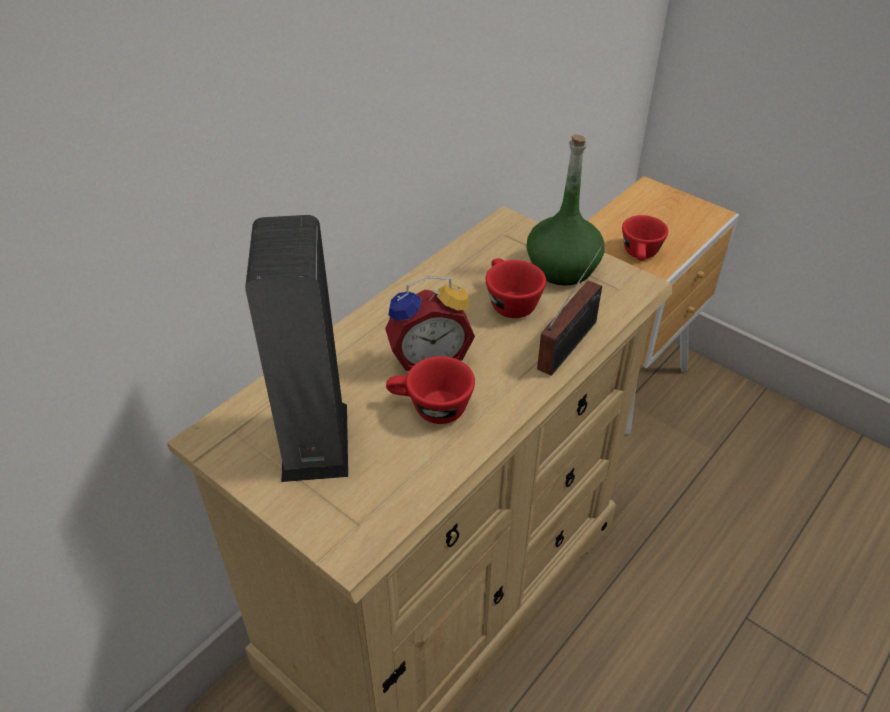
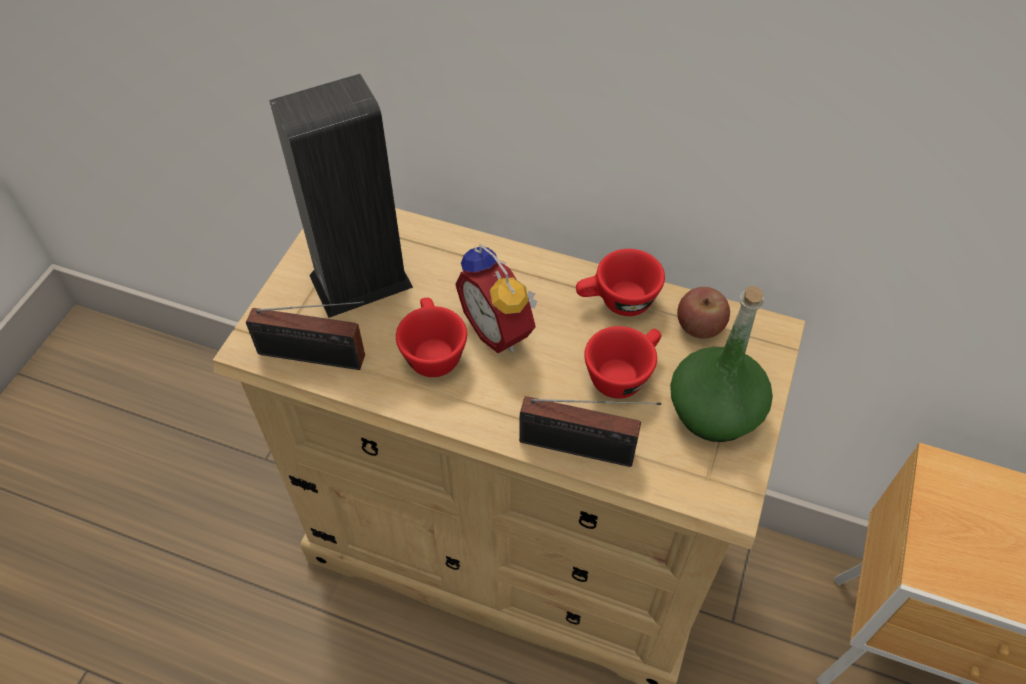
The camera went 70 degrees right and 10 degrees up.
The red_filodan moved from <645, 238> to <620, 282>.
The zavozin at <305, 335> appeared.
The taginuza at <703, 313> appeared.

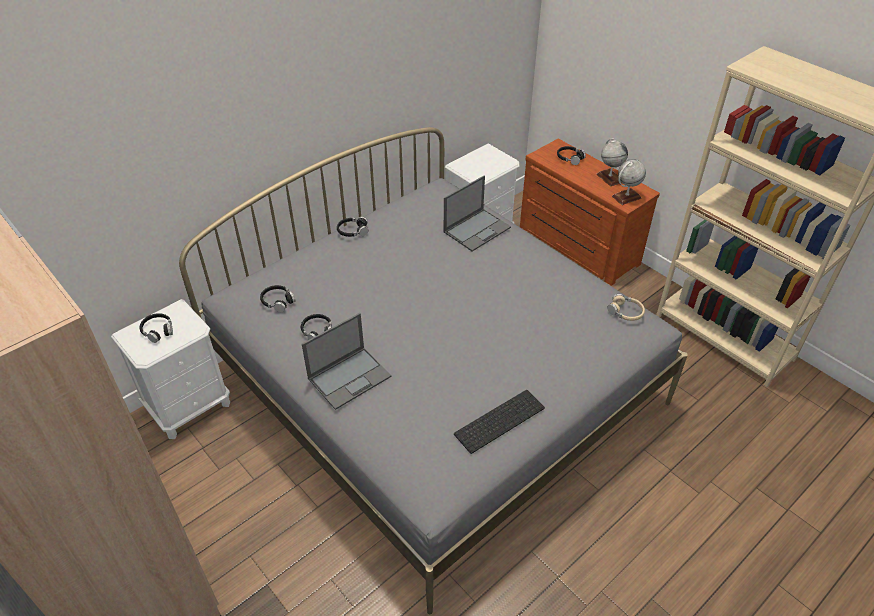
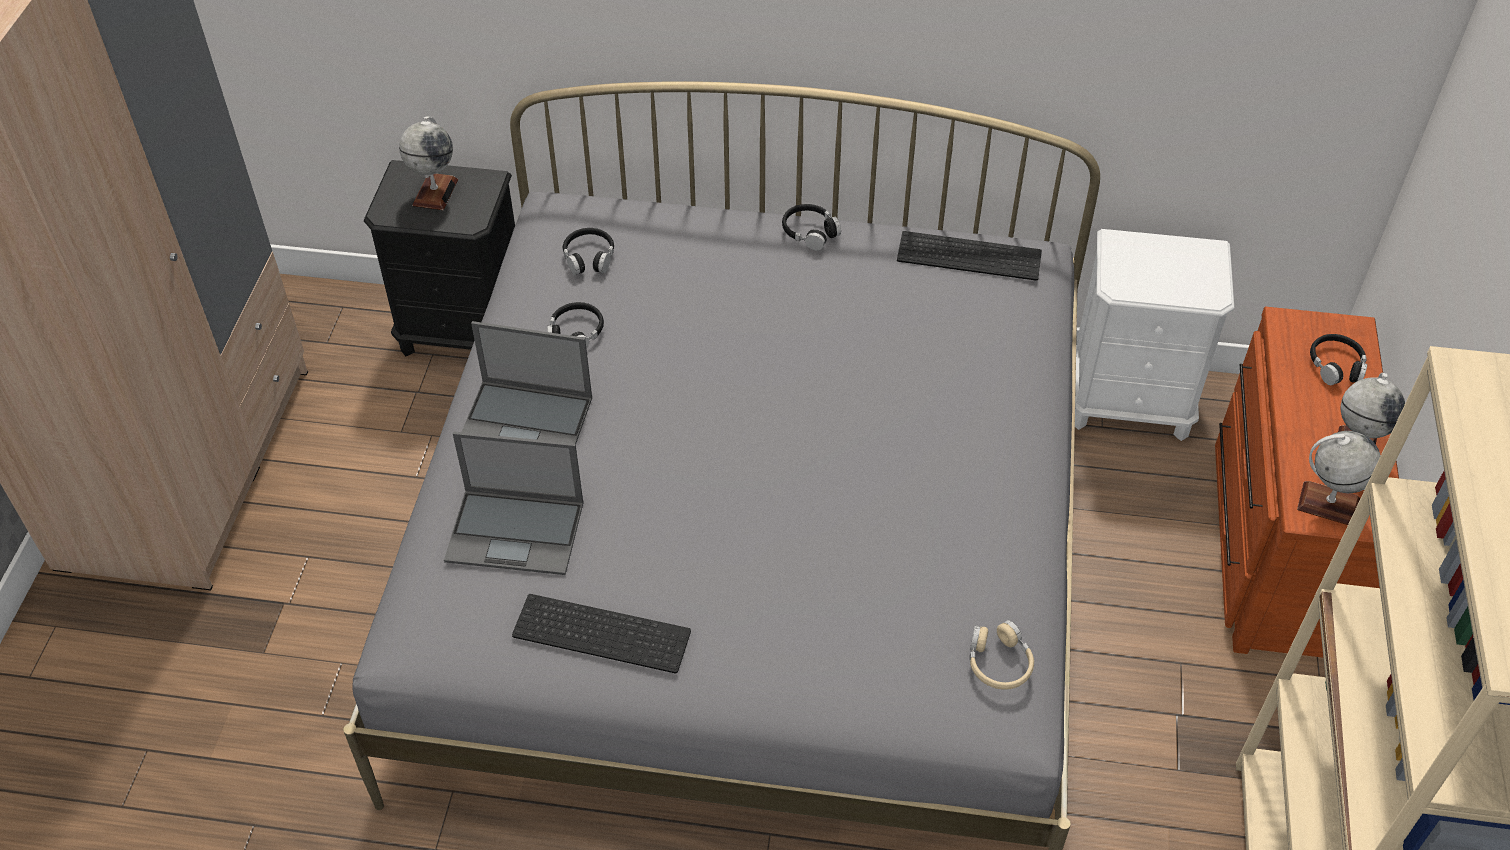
The camera went 50 degrees right and 5 degrees up.
The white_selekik at <170, 369> became the black_selekik at <439, 258>.
The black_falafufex at <156, 328> was replaced by the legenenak at <428, 163>.
The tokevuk moved from <477, 213> to <514, 503>.
The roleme at <969, 256> appeared.

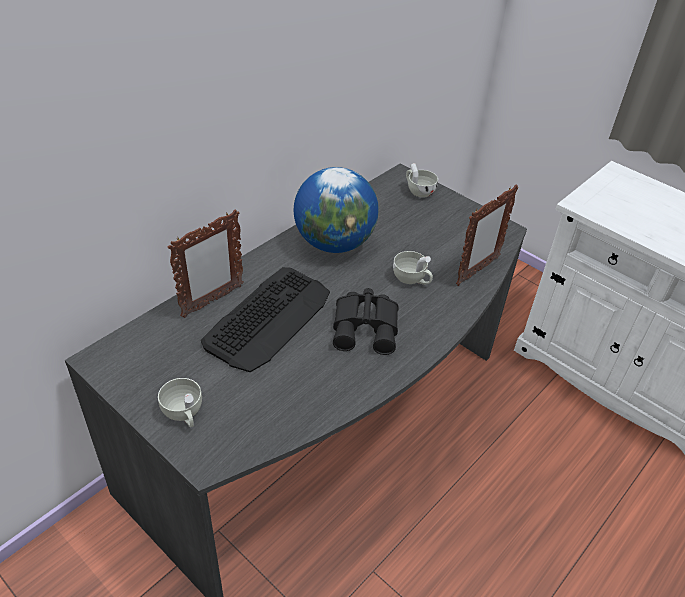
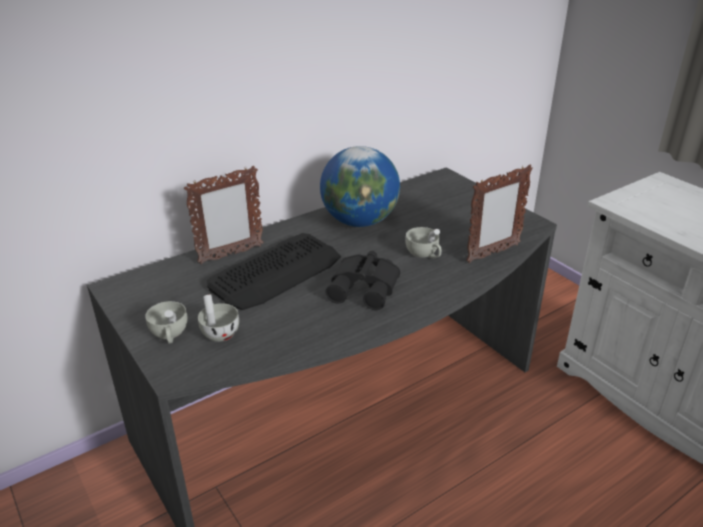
The camera went 15 degrees right and 10 degrees down.
The white_filodan moved from <422, 180> to <218, 318>.

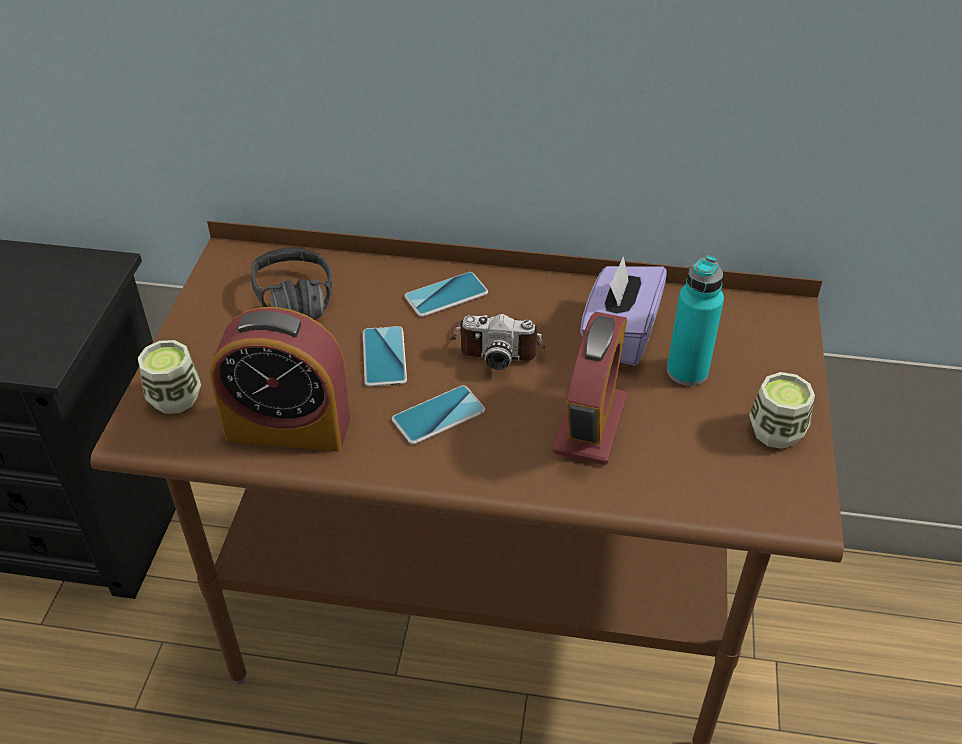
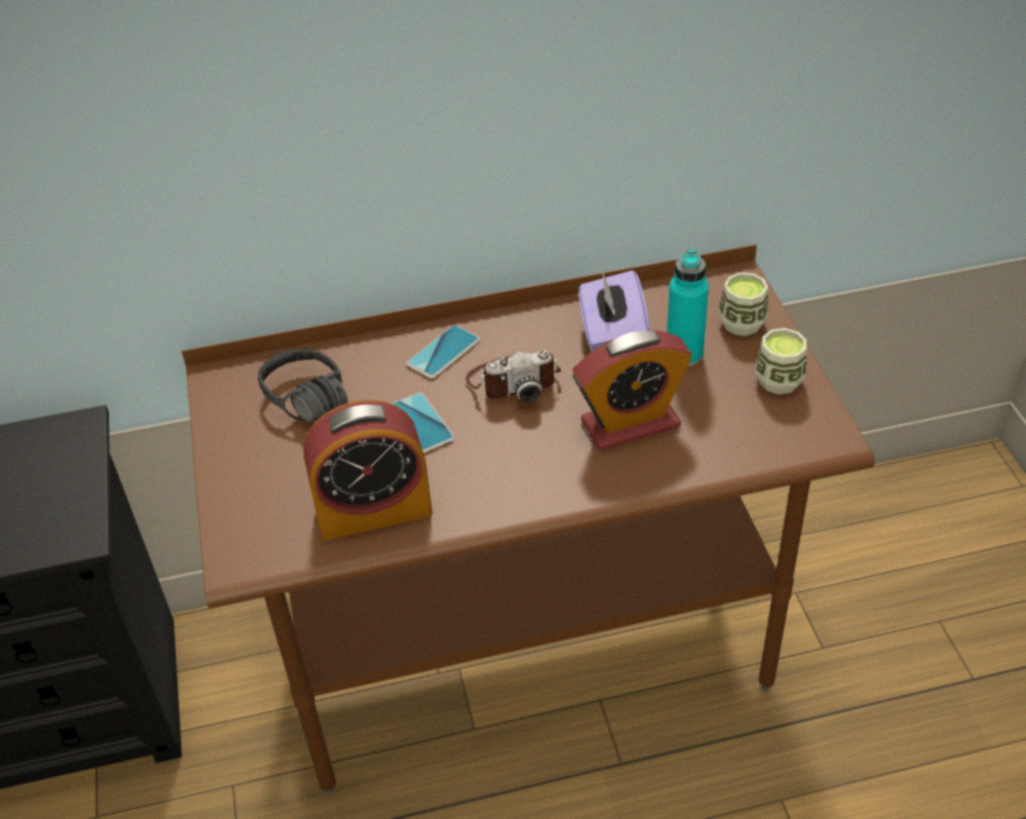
The camera went 20 degrees left and 0 degrees up.
The filodan moved from <169, 377> to <743, 304>.
The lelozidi at <438, 414> disappeared.
The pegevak at <590, 388> turned 75 degrees clockwise.

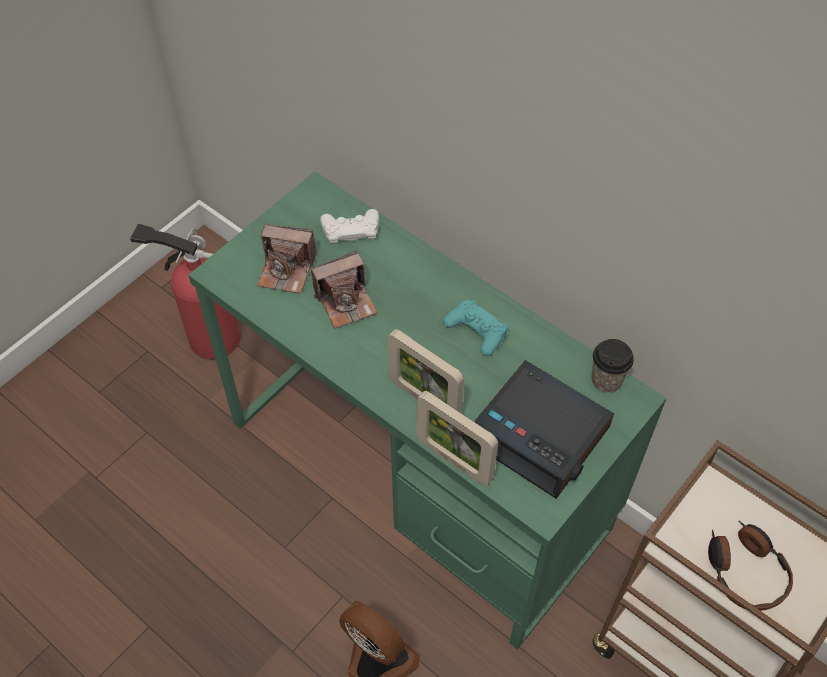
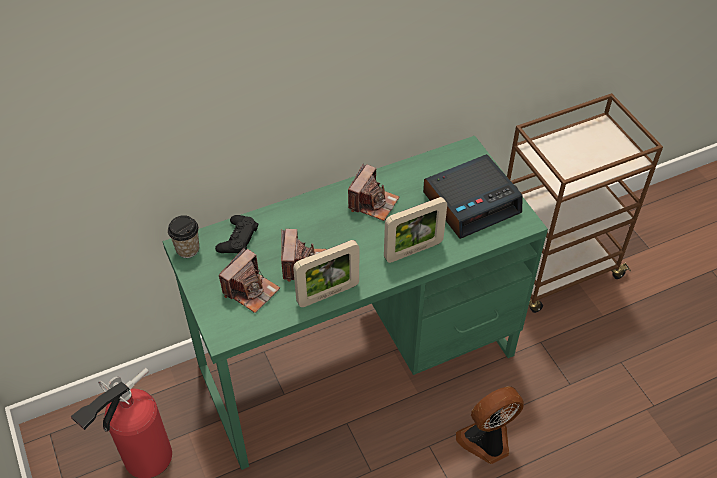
The camera went 65 degrees left and 5 degrees down.
The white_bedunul at <349, 226> became the black_bedunul at <237, 234>.
The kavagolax moved from <457, 438> to <326, 273>.
The turquoise_bedunul at <476, 328> was replaced by the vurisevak at <373, 192>.
The filodan moved from <613, 366> to <183, 236>.
The falafufex at <750, 565> disappeared.

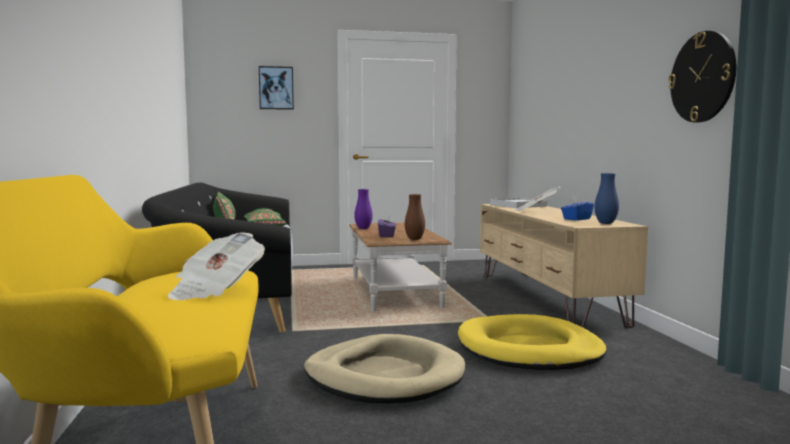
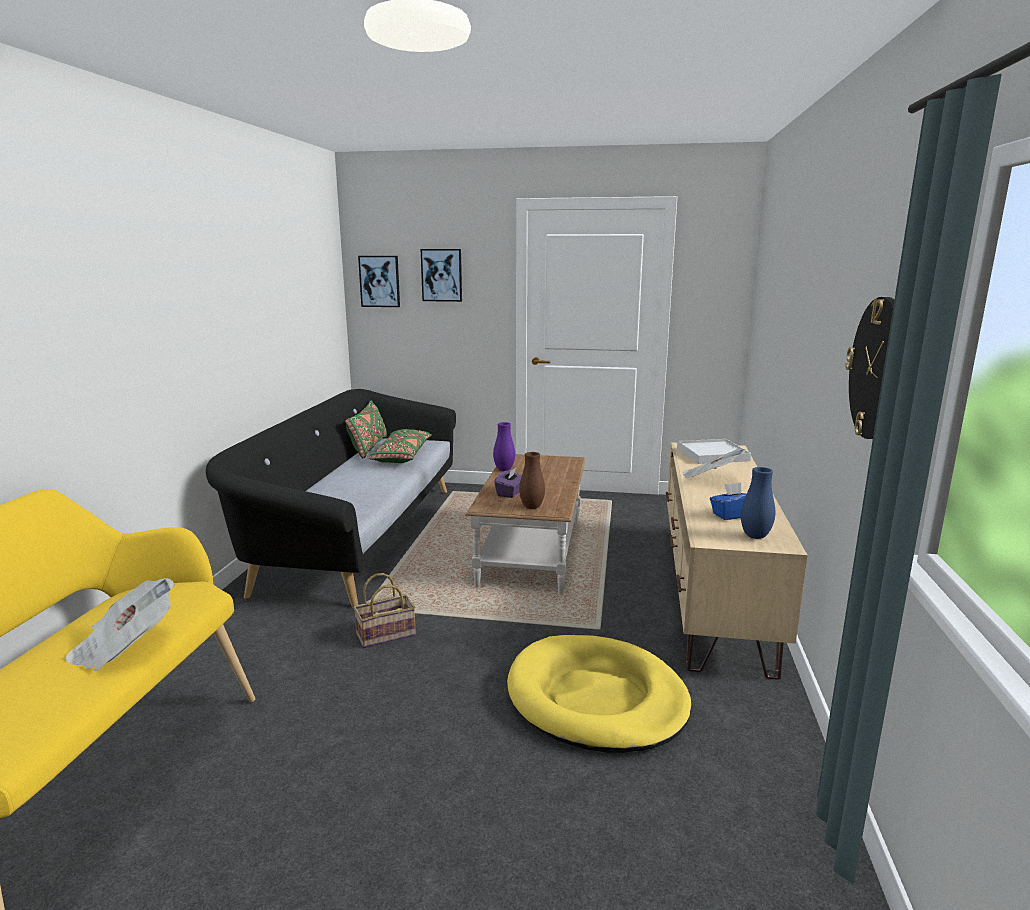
The camera went 20 degrees right and 10 degrees up.
The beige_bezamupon at <384, 369> disappeared.
The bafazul at <384, 610> appeared.
The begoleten at <379, 281> appeared.

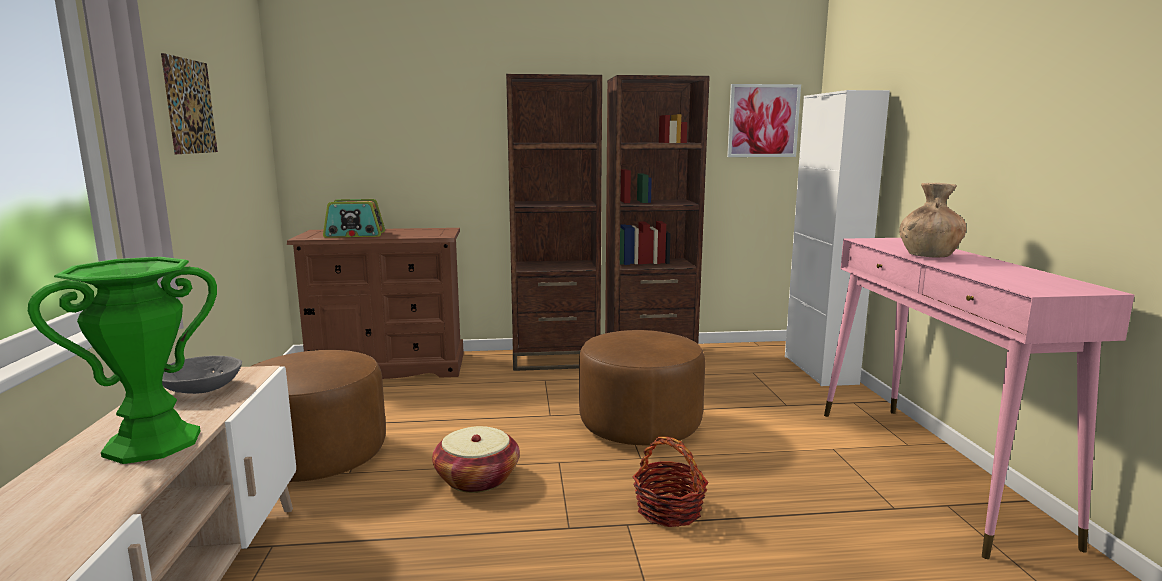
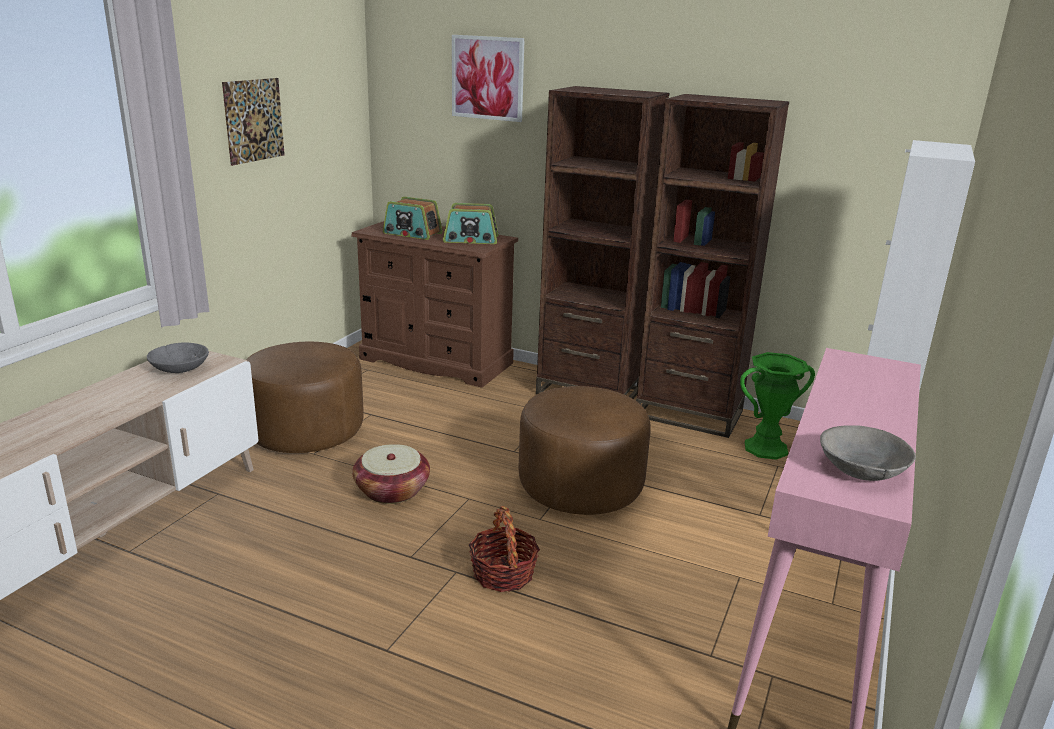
The camera went 30 degrees right and 10 degrees up.
The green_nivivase moved from <122, 360> to <777, 406>.
The begoleten moved from <764, 120> to <488, 78>.
The brown_nivivase at <932, 220> disappeared.
The zavozin at <470, 223> appeared.
The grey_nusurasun at <868, 453> appeared.

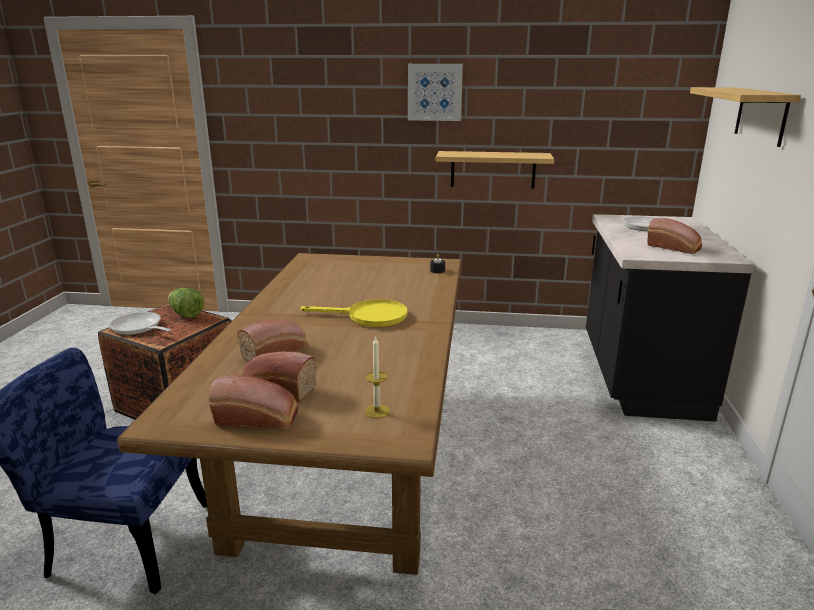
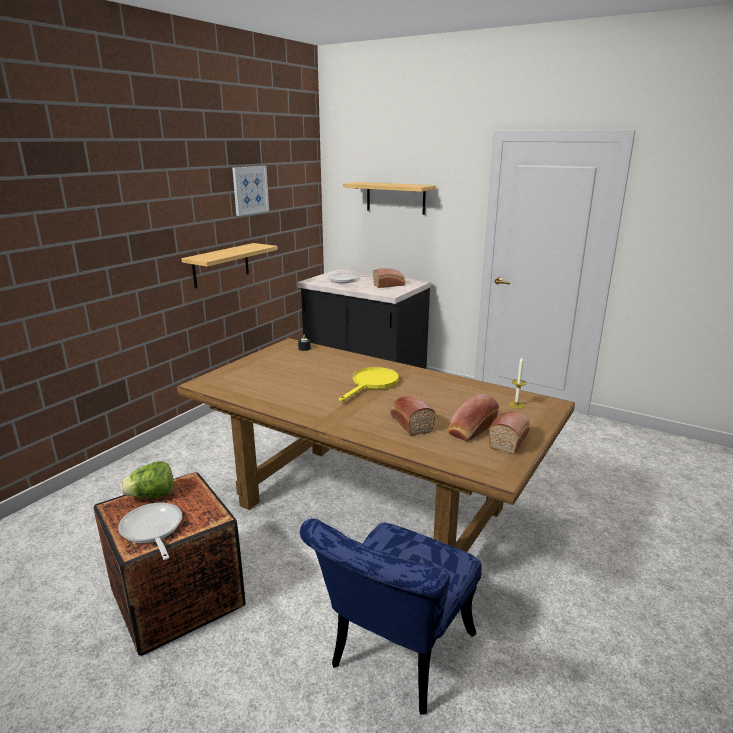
The camera went 65 degrees left and 0 degrees up.
The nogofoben at <140, 323> turned 90 degrees clockwise.
The begoleten moved from <435, 92> to <250, 191>.

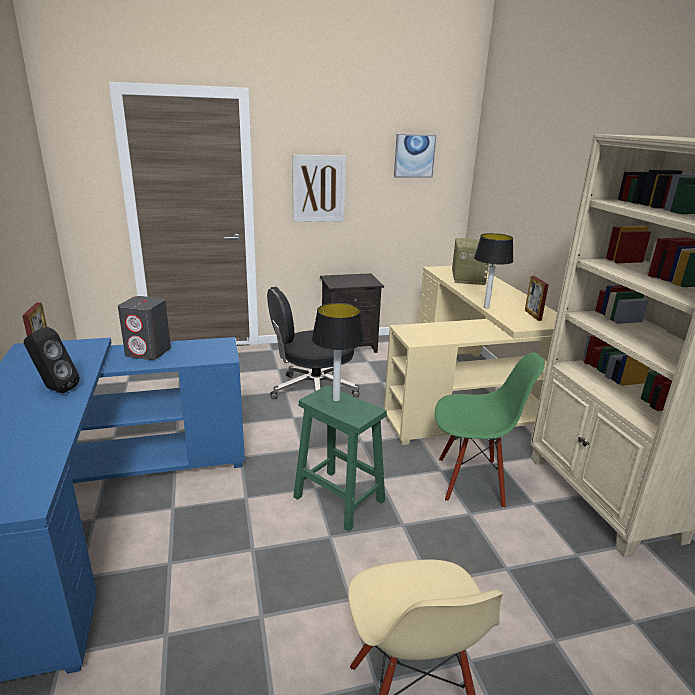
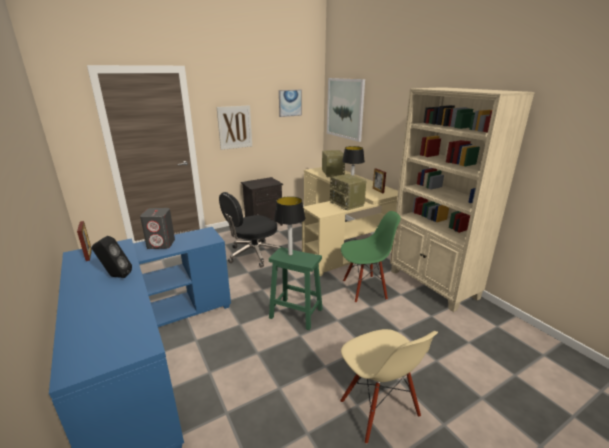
The camera went 15 degrees left and 0 degrees up.
The begoleten at <346, 110> appeared.
The zavozin at <348, 192> appeared.

